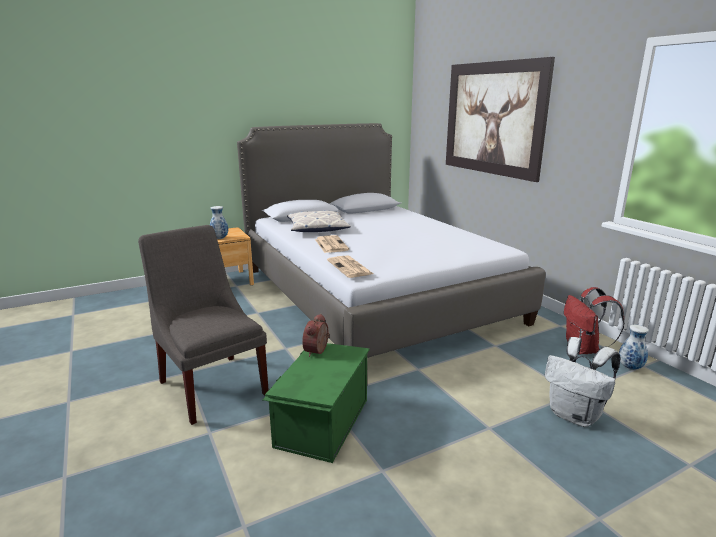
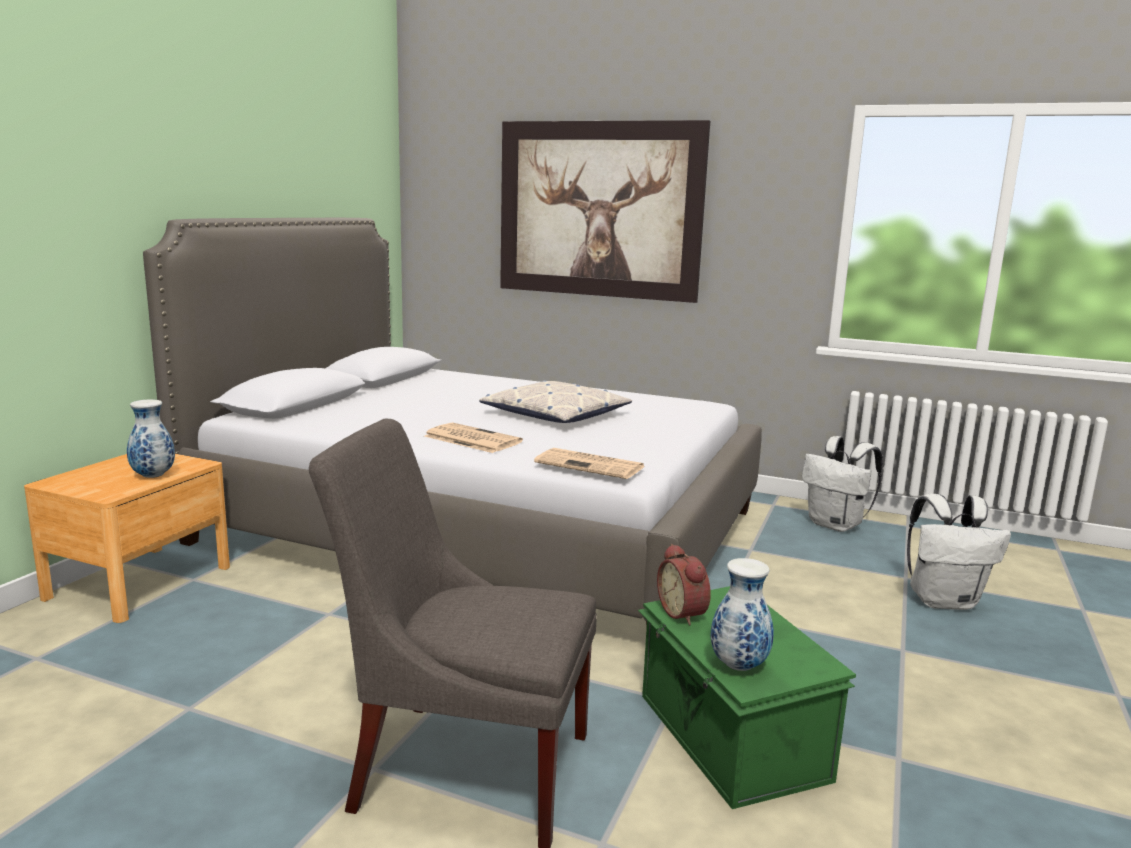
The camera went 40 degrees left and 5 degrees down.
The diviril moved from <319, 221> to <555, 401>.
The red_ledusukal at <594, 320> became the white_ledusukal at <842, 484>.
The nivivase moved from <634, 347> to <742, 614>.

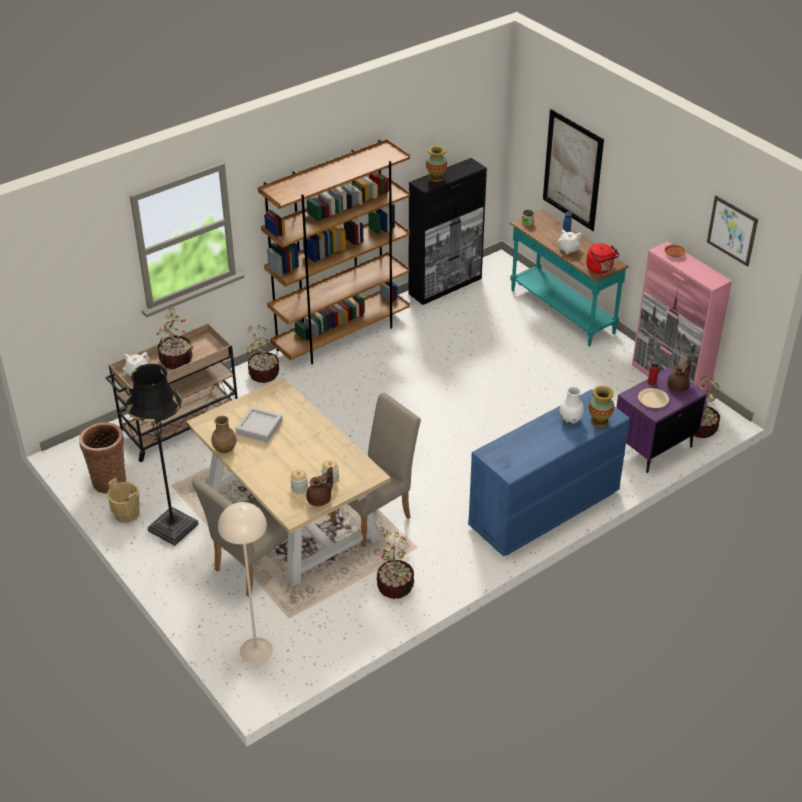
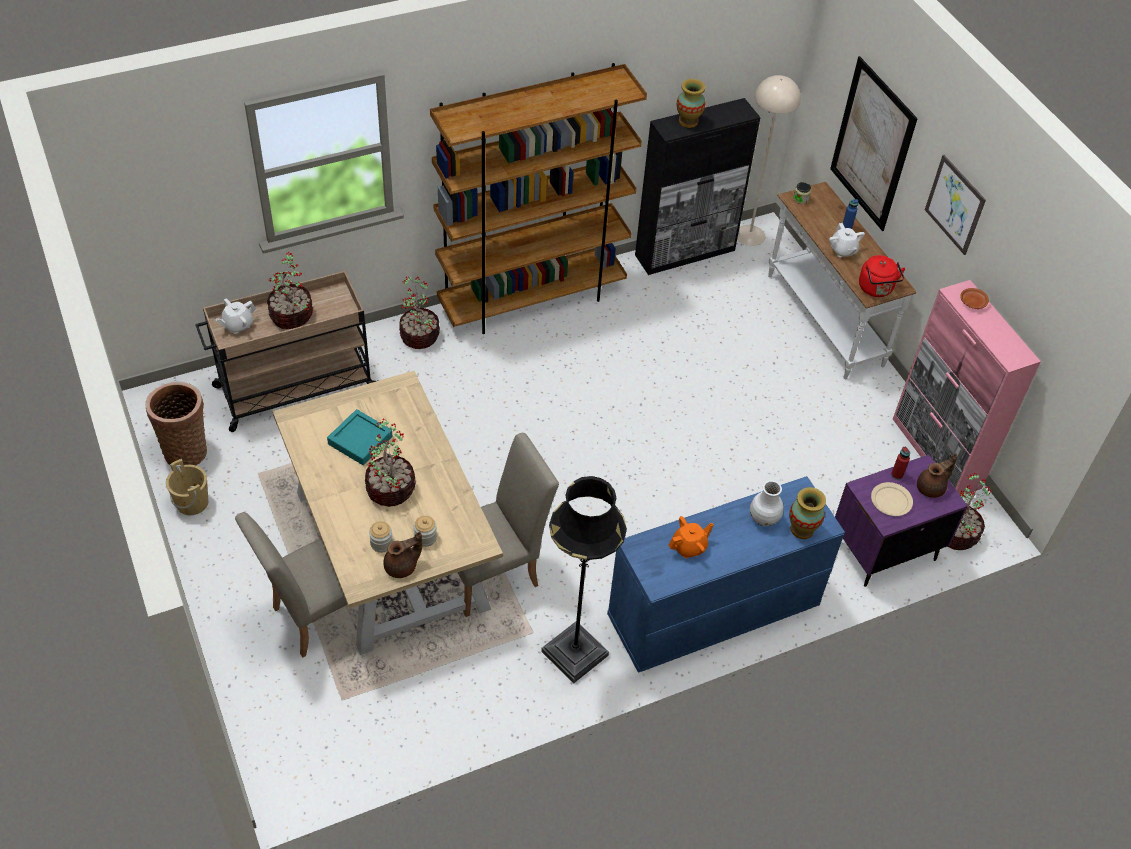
The camera went 10 degrees right and 10 degrees up.
The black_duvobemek moved from <162, 455> to <584, 579>.
The brown_nivivase at <224, 434> disappeared.
The beige_duvobemek moved from <245, 583> to <769, 160>.
The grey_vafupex at <259, 425> became the turquoise_vafupex at <360, 437>.
The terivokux moved from <395, 565> to <390, 462>.
The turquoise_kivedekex at <569, 277> became the white_kivedekex at <842, 280>.
The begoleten moved from <732, 231> to <955, 205>.
The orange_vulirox at <691, 537> appeared.

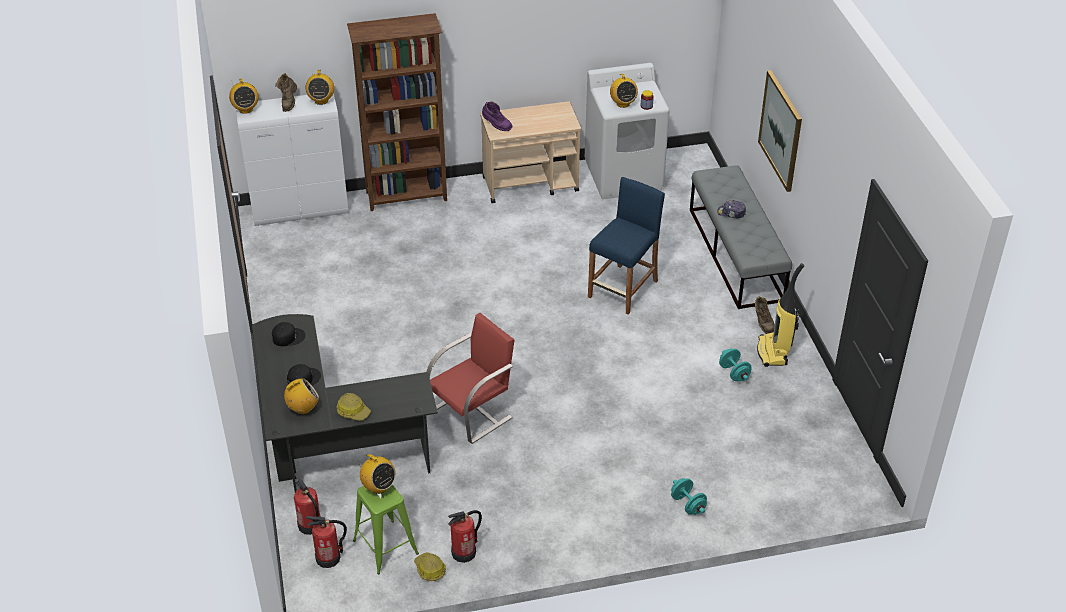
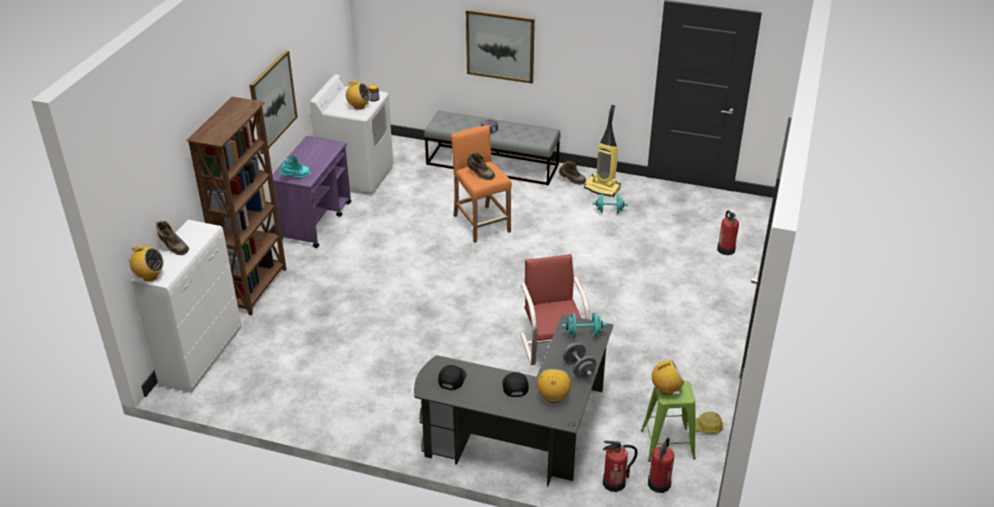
The camera went 60 degrees left and 5 degrees down.
The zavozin at <320, 87> disappeared.
The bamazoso at <354, 407> was replaced by the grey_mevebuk at <580, 360>.
The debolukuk moved from <465, 536> to <728, 232>.
The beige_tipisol at <531, 152> became the purple_tipisol at <312, 192>.
The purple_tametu at <497, 116> became the turquoise_tametu at <294, 167>.
The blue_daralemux at <626, 246> became the orange_daralemux at <481, 184>.
The turquoise_mevebuk moved from <689, 496> to <584, 325>.
The begoleten at <274, 102> appeared.
The brown_tametu at <481, 166> appeared.

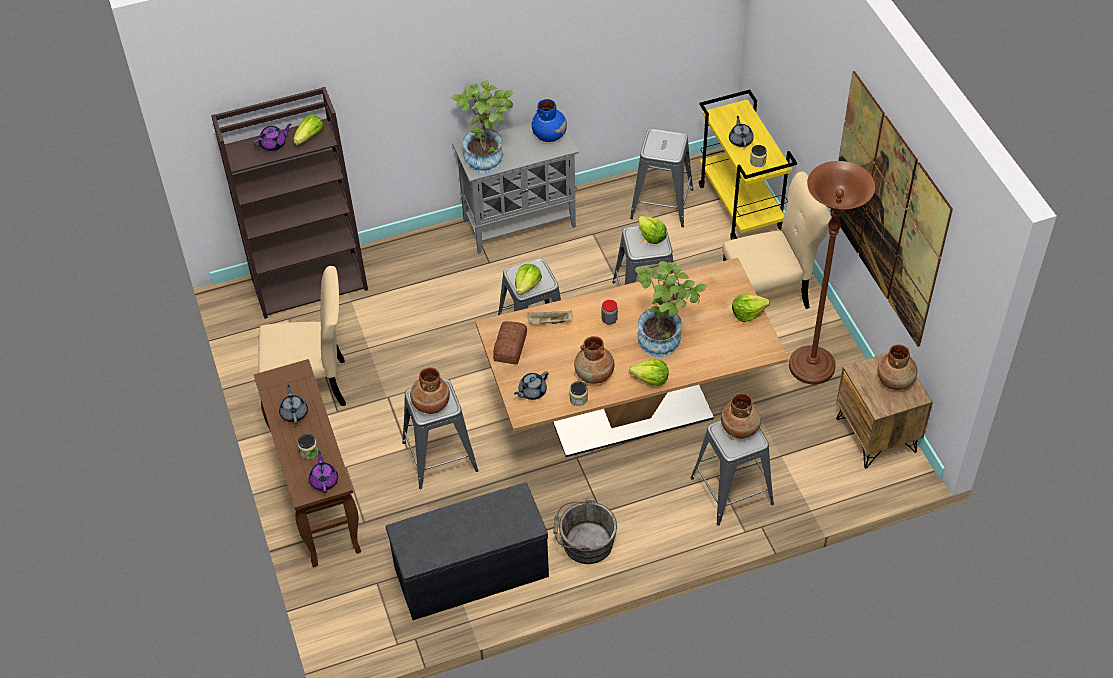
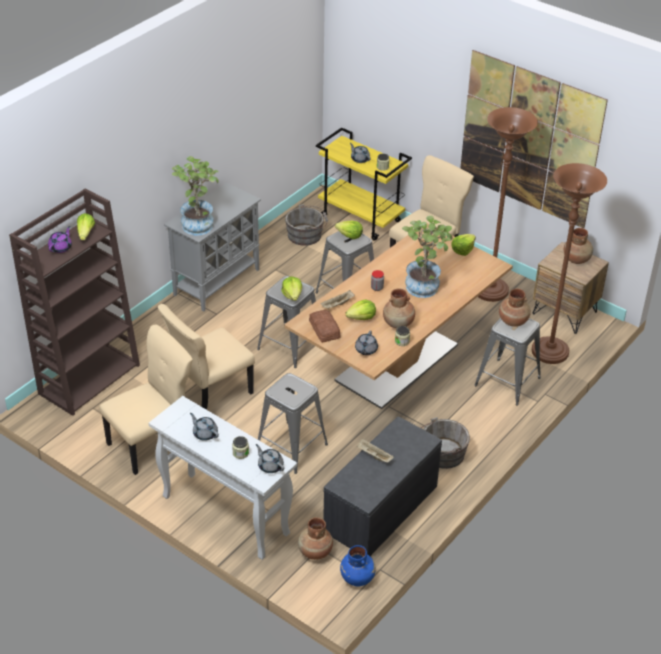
The camera went 35 degrees left and 10 degrees down.
The brown_kivedekex at <307, 463> became the white_kivedekex at <223, 478>.
The purple_vulirox at <323, 472> became the grey_vulirox at <270, 458>.
The brown_nivivase moved from <430, 390> to <315, 538>.
The blue_nivivase moved from <549, 120> to <358, 566>.
The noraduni moved from <649, 373> to <361, 310>.
The grey_daralemux at <661, 178> was replaced by the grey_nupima at <306, 225>.
The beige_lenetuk at <206, 357> appeared.
The beige_vafupex at <375, 450> appeared.
The brown_duvobemek at <569, 263> appeared.

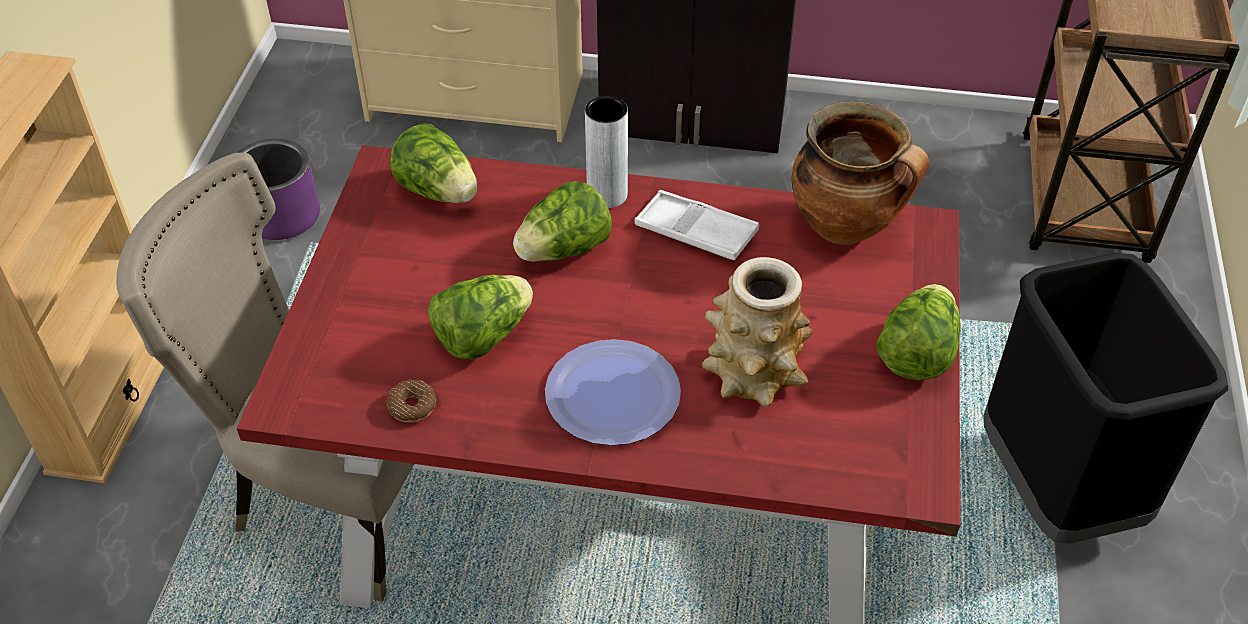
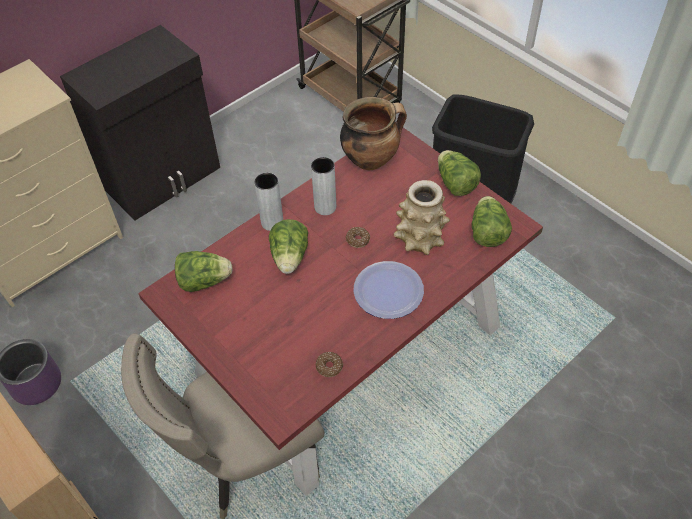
The camera went 50 degrees left and 5 degrees up.
The noraduni moved from <480, 317> to <491, 221>.
The white_vafupex at <696, 225> was replaced by the grey_nivivase at <323, 186>.
The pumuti at <358, 237> appeared.

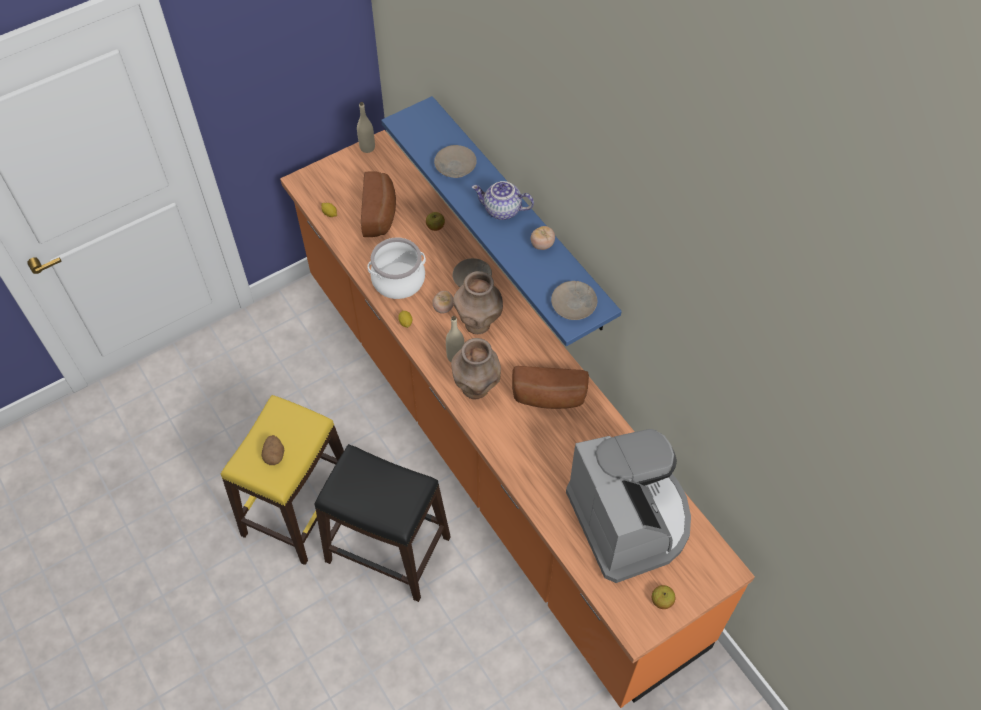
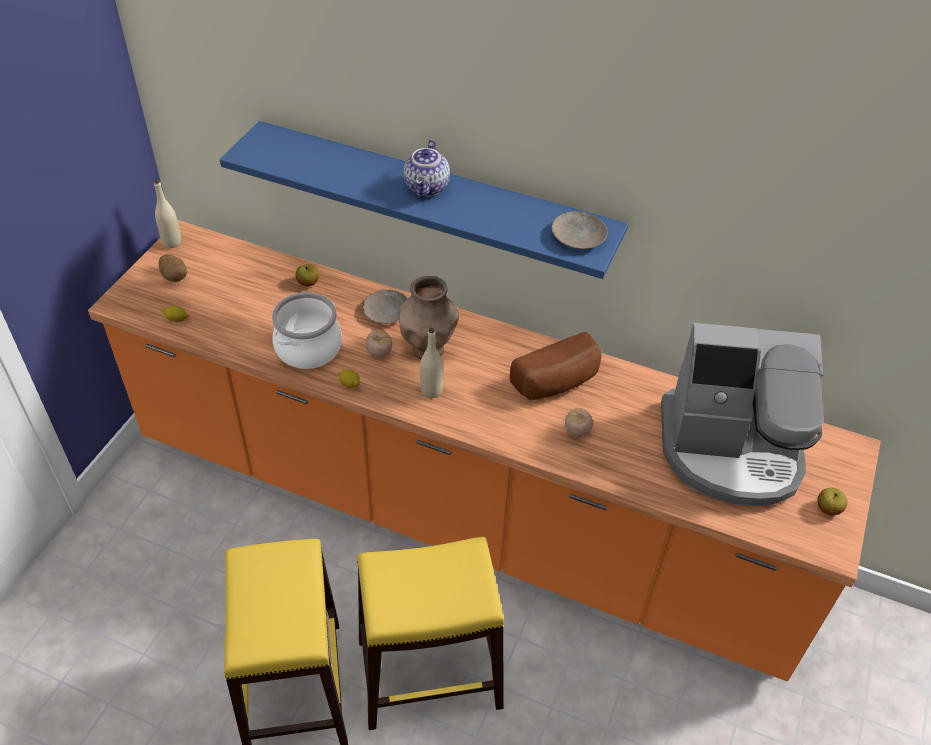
The camera went 35 degrees left and 10 degrees down.
The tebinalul moved from <273, 450> to <173, 268>.
The black_daralemux at <382, 523> became the yellow_daralemux at <430, 633>.
The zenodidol at <378, 204> disappeared.
The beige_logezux at <455, 161> disappeared.
The brown_nivivase at <476, 368> disappeared.
The vulirox at <503, 200> turned 60 degrees counterclockwise.
The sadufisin moved from <543, 238> to <579, 422>.
The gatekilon at <628, 506> turned 150 degrees clockwise.

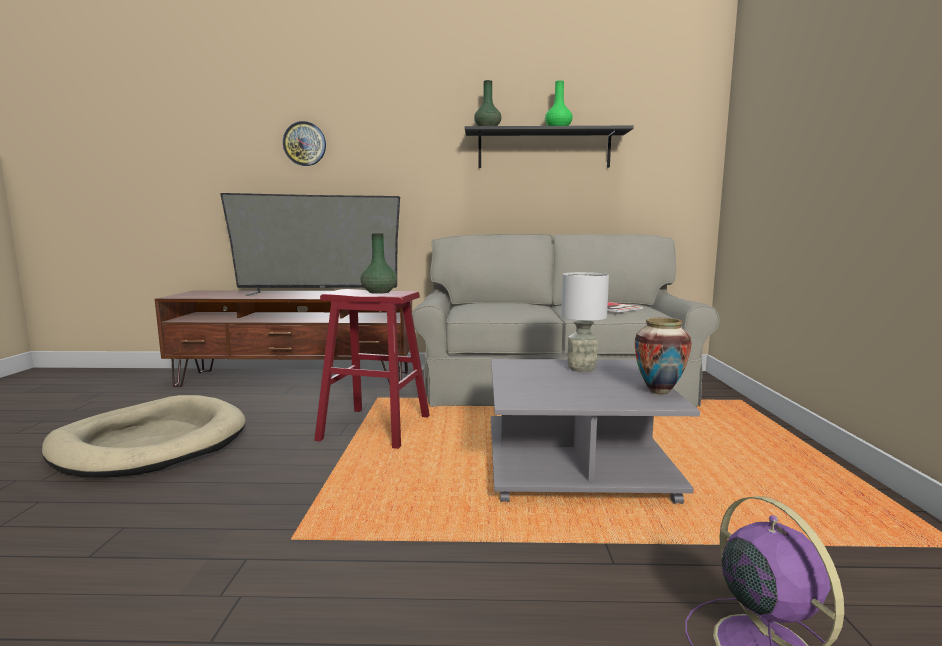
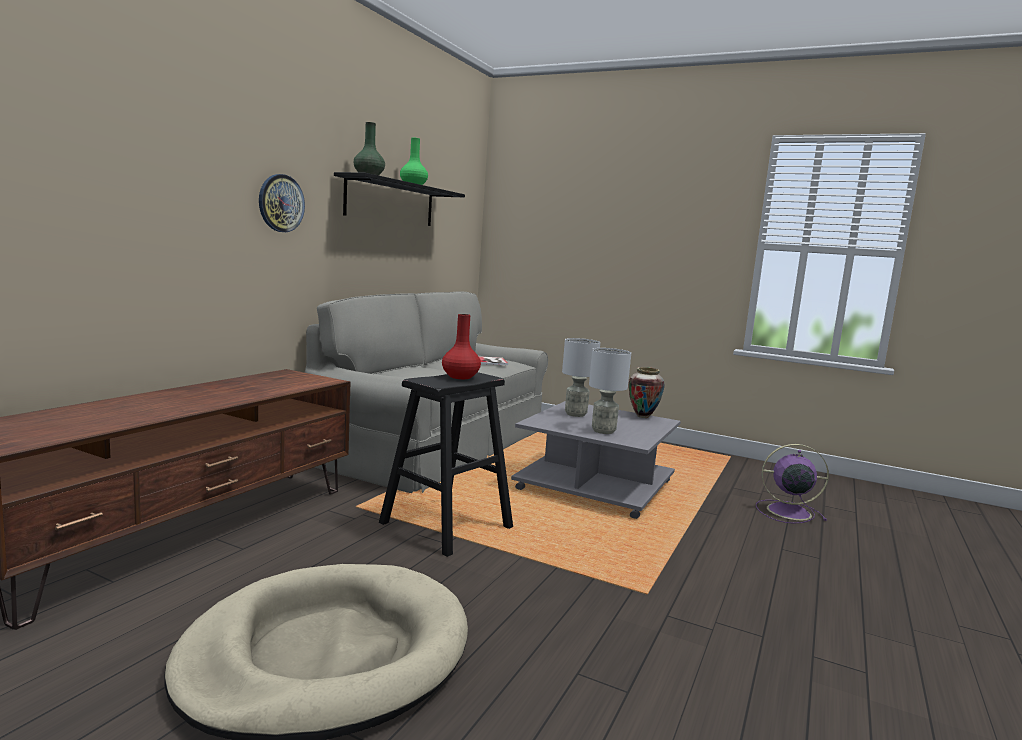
The camera went 65 degrees left and 0 degrees up.
The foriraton at <310, 244> disappeared.
The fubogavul moved from <304, 143> to <282, 203>.
The red_daralemux at <372, 369> became the black_daralemux at <446, 464>.
The green_nivivase at <379, 263> became the red_nivivase at <461, 346>.
The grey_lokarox at <610, 391> appeared.

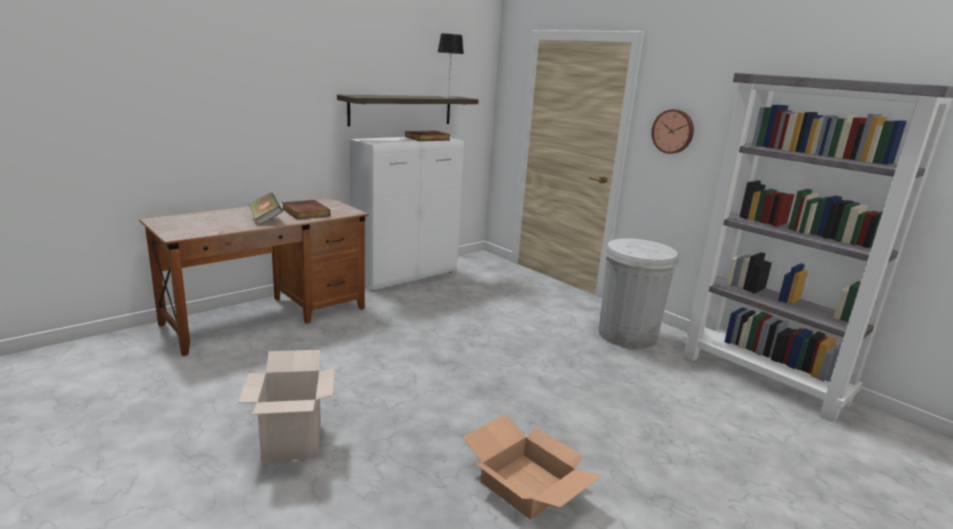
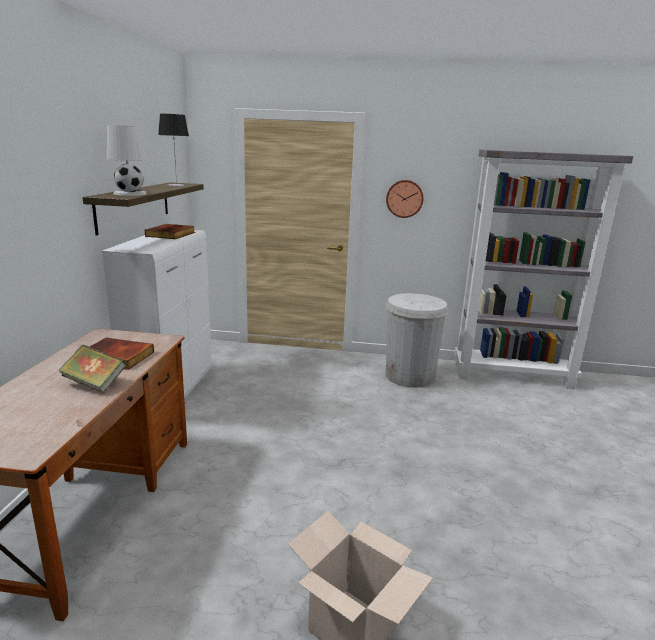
The camera went 40 degrees left and 0 degrees up.
The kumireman at <533, 467> disappeared.
The white_lokarox at <127, 160> appeared.

